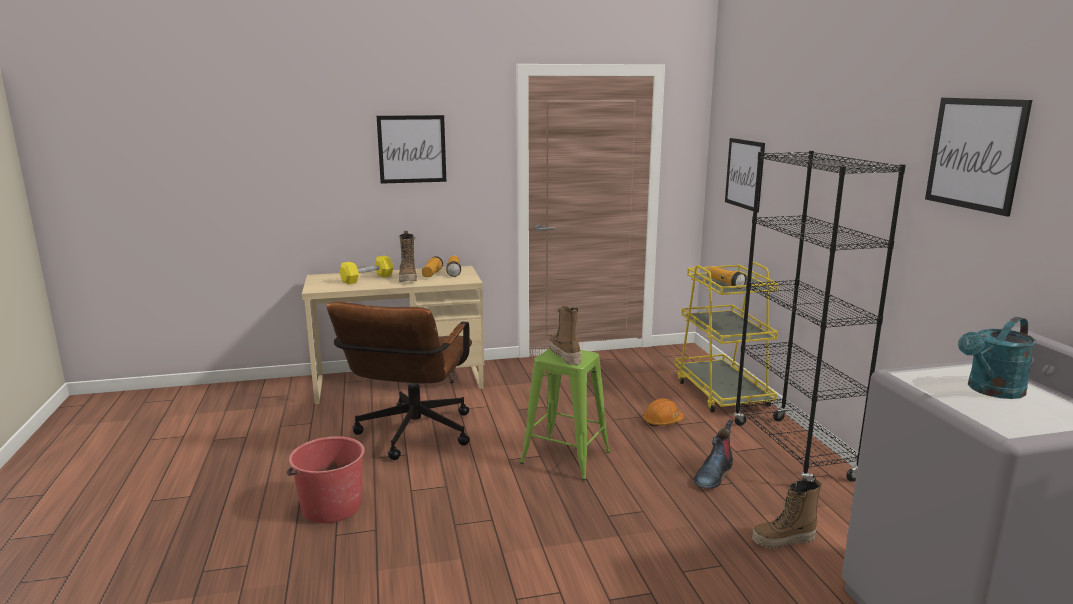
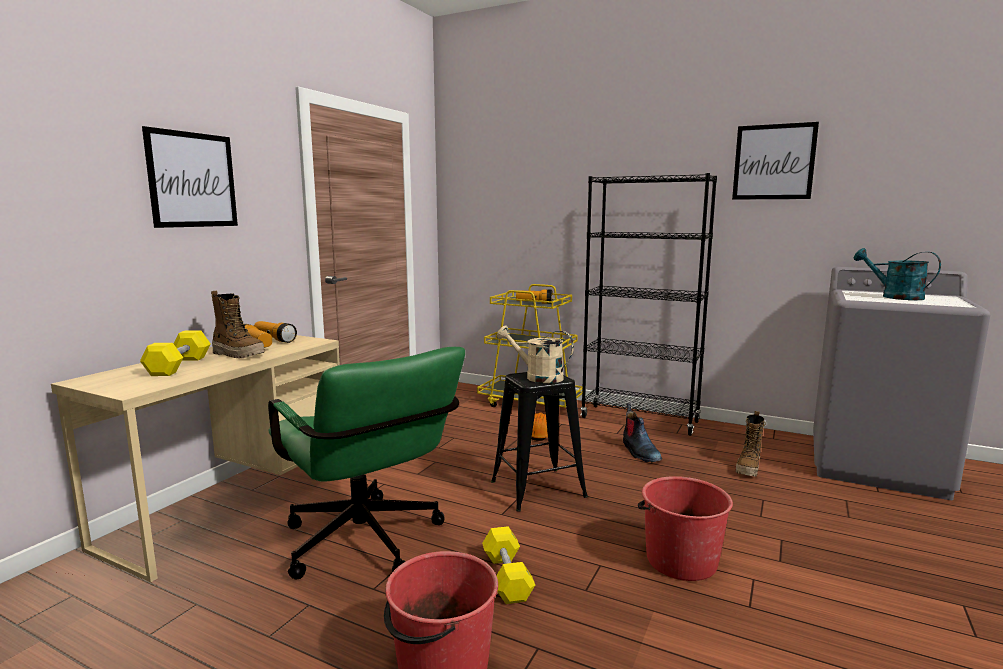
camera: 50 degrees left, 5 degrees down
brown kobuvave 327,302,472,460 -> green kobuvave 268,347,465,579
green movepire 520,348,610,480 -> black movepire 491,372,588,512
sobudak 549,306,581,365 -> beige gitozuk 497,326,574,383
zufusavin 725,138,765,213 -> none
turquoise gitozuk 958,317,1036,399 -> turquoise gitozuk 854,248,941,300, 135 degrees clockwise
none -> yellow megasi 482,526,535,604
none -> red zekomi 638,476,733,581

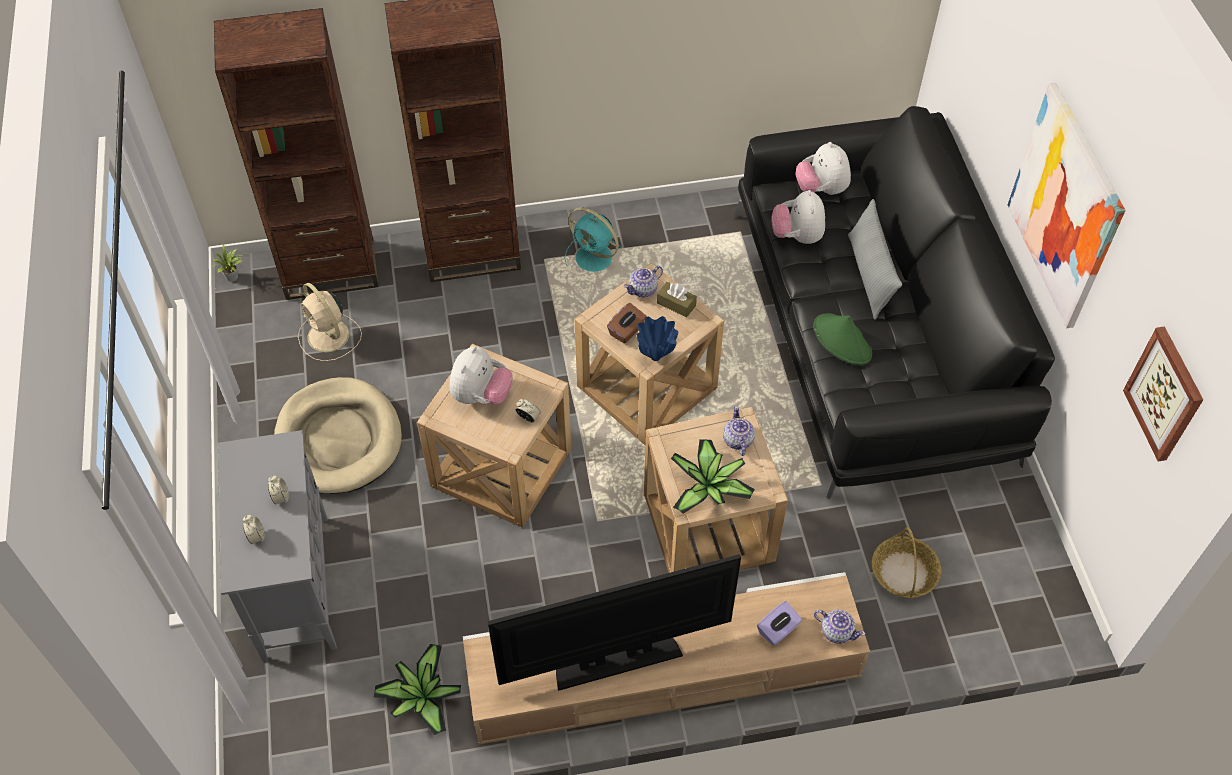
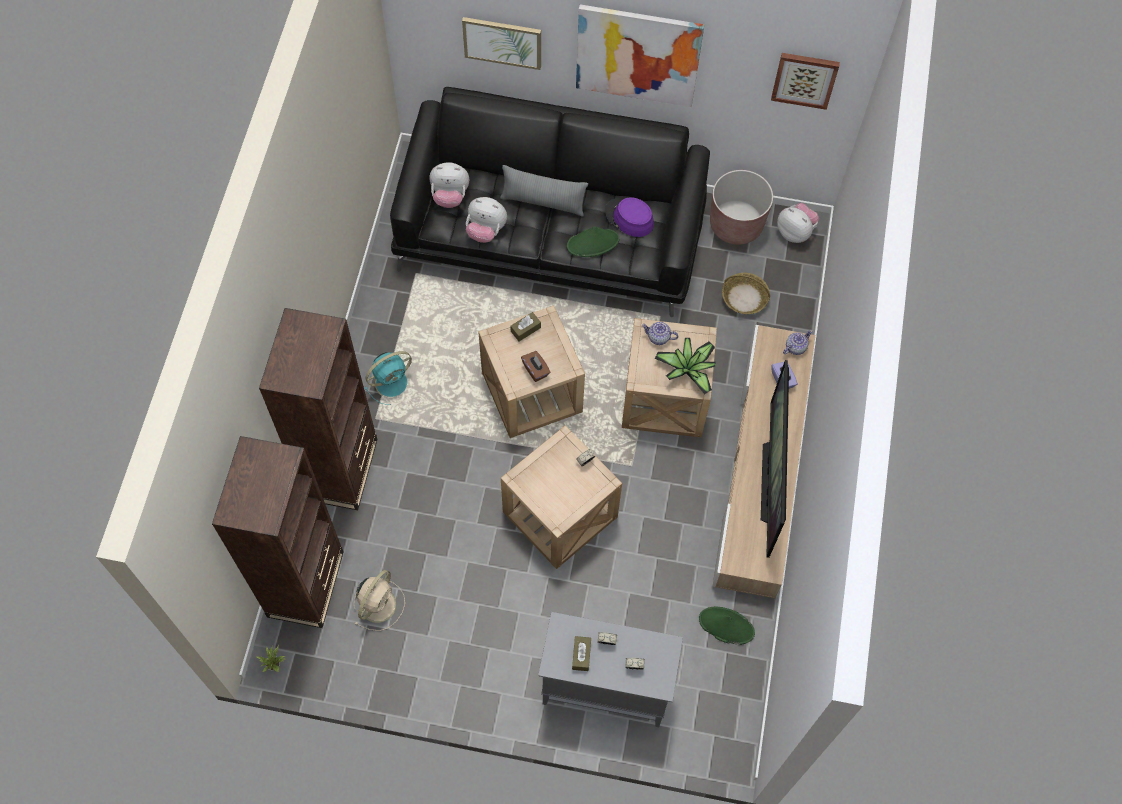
camera: 70 degrees left, 10 degrees up
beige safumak 274,377,402,494 -> none
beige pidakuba 298,283,362,361 -> beige pidakuba 354,570,405,631, 45 degrees counterclockwise
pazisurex 373,644,461,735 -> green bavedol 699,607,755,645
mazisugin 449,346,513,405 -> mazisugin 777,203,819,243, move
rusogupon 624,266,663,297 -> none
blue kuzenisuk 637,316,678,361 -> none
none -> zufusavin 462,17,541,70
none -> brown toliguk 572,636,591,671
none -> purple bavedol 605,197,654,237
none -> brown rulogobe 710,170,773,245

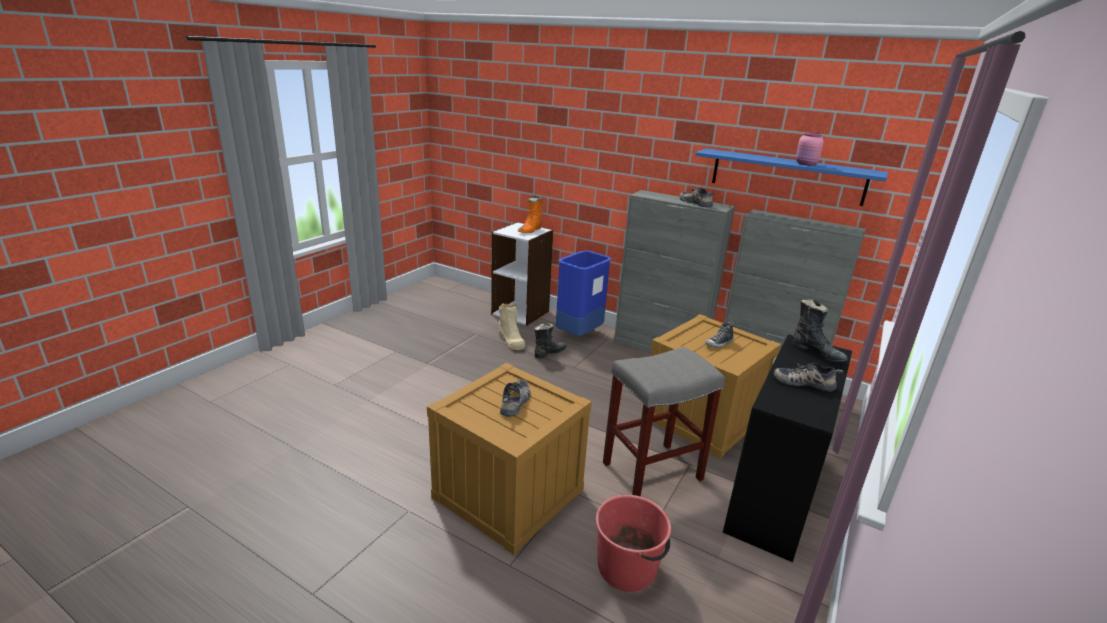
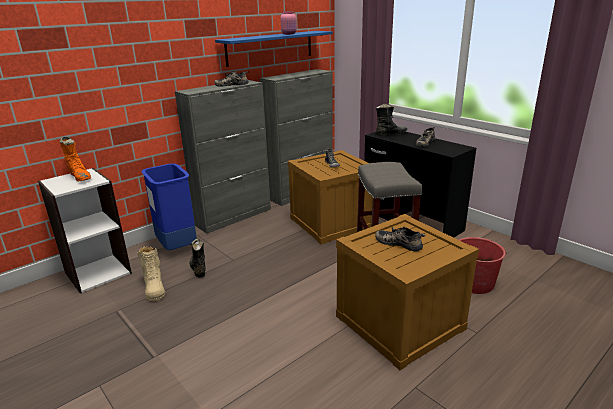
camera: 70 degrees left, 0 degrees up
beige sobudak 499,304,525,350 -> beige sobudak 137,246,165,301, 75 degrees clockwise

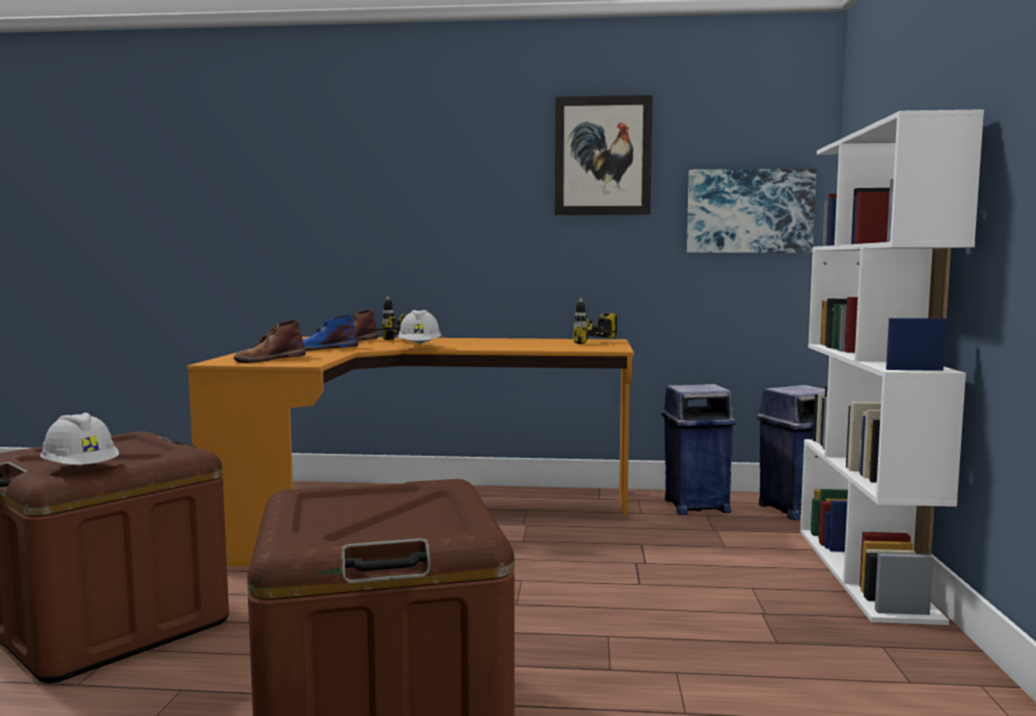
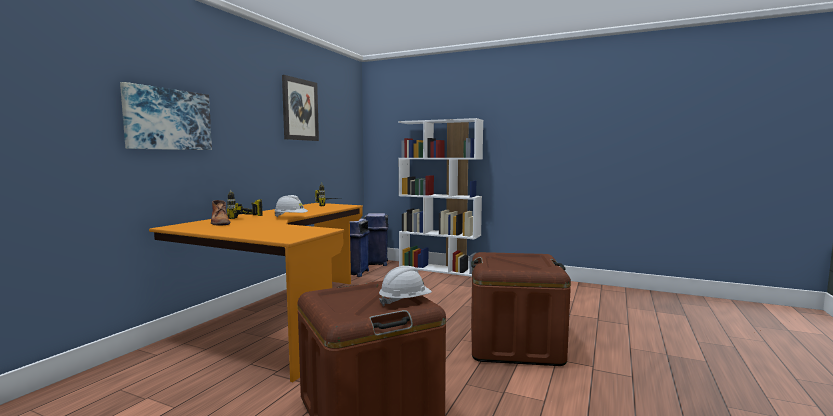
camera: 70 degrees left, 0 degrees up
brown sobudak 233,320,306,363 -> none
blue sobudak 303,314,358,351 -> none
zufusavin 687,168,816,253 -> zufusavin 120,82,212,150, move

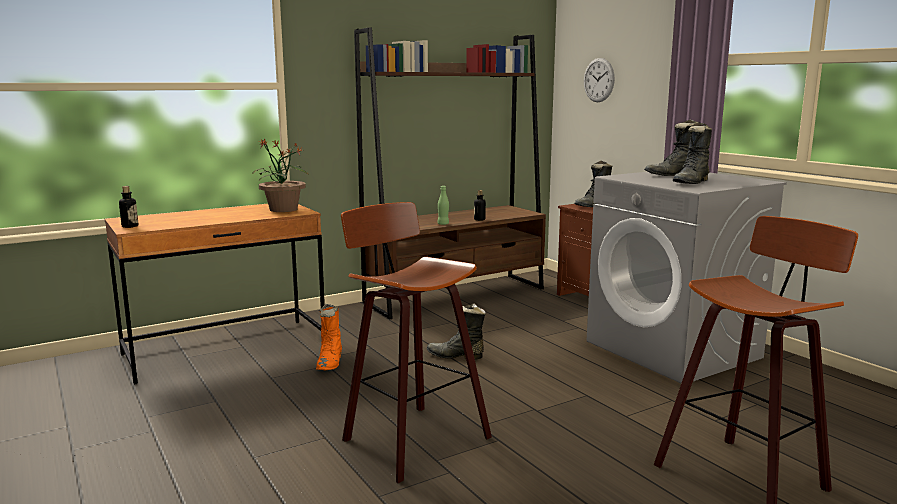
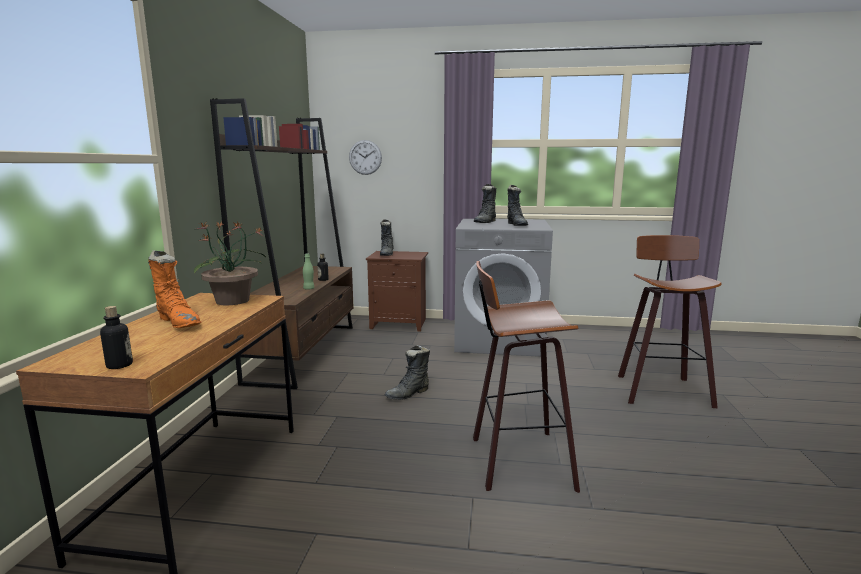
camera: 50 degrees left, 0 degrees up
orange sobudak 316,304,342,370 -> orange sobudak 148,250,201,328, move

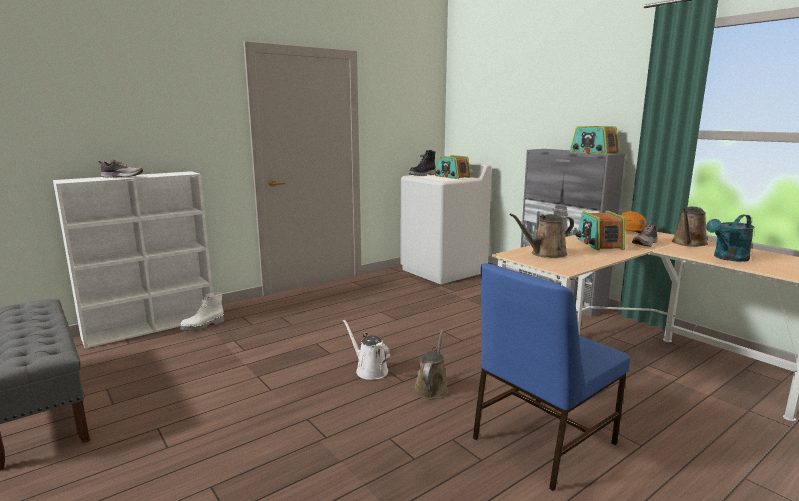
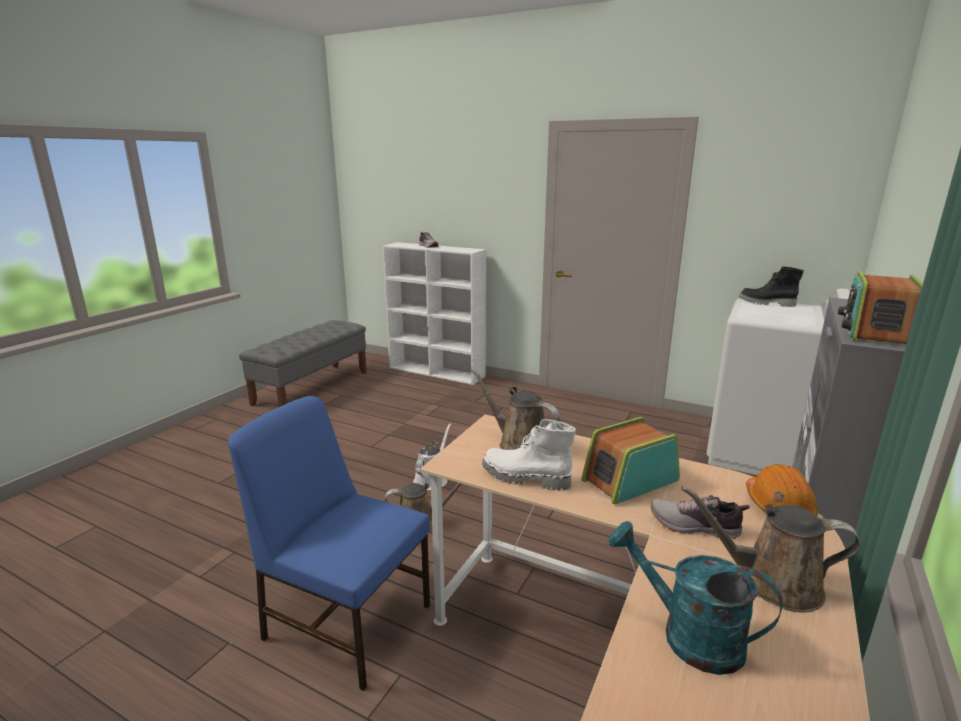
camera: 65 degrees right, 5 degrees up
white sobudak 180,292,225,331 -> white sobudak 482,419,576,491, move
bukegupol 435,155,471,179 -> none

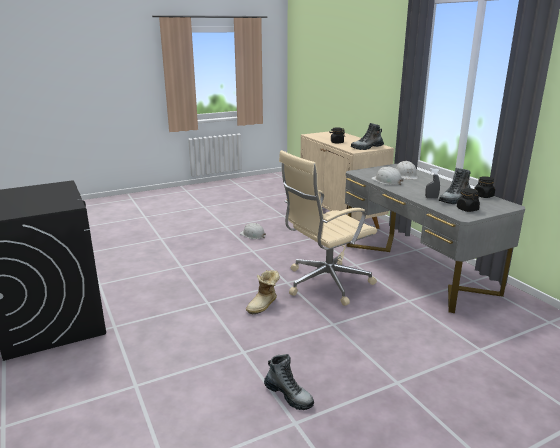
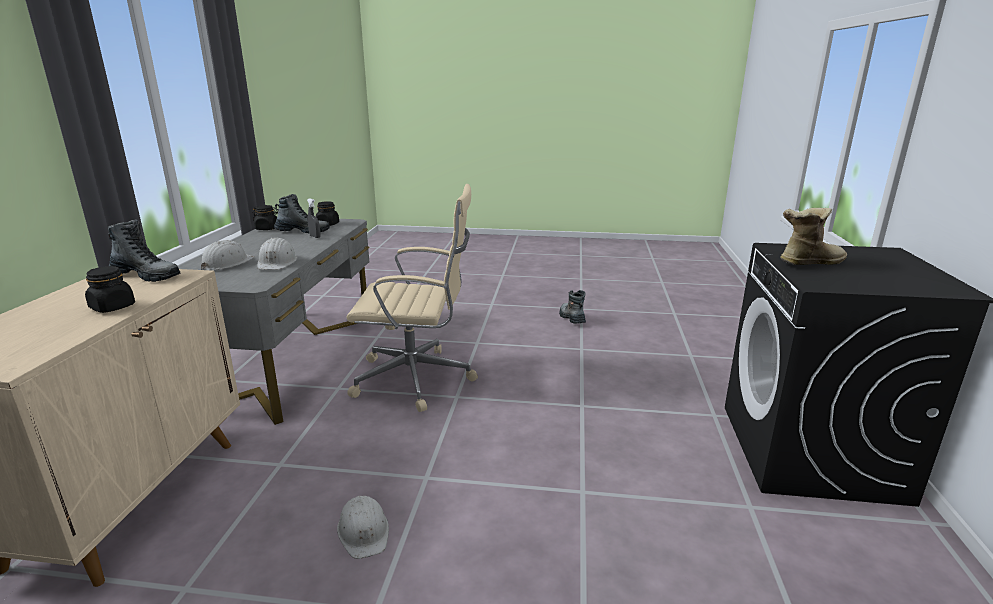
camera: 145 degrees left, 0 degrees up
sobudak 246,270,280,314 -> sobudak 780,208,847,265, move

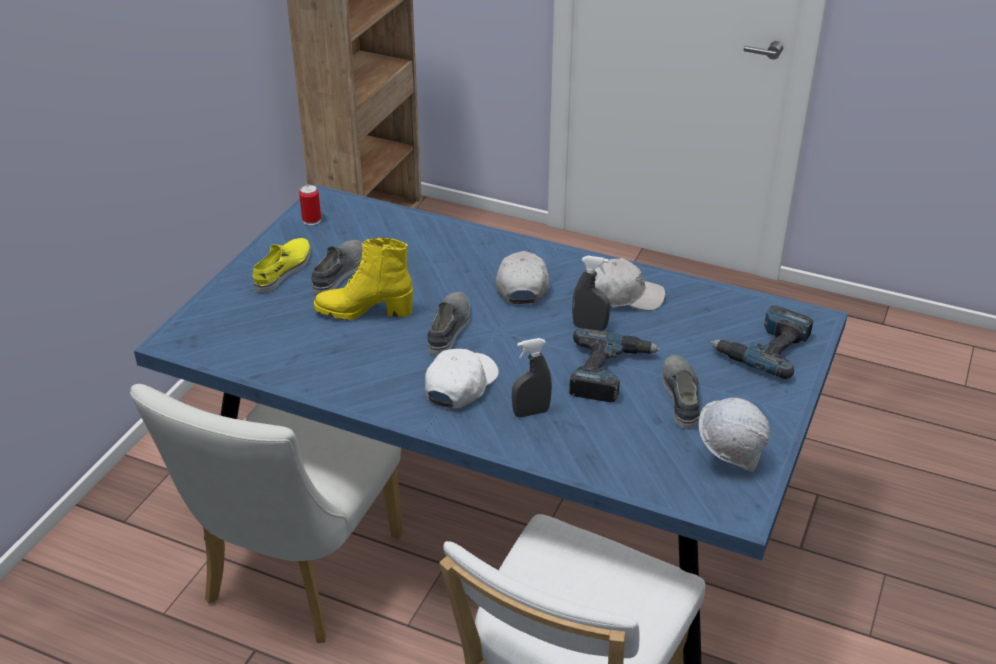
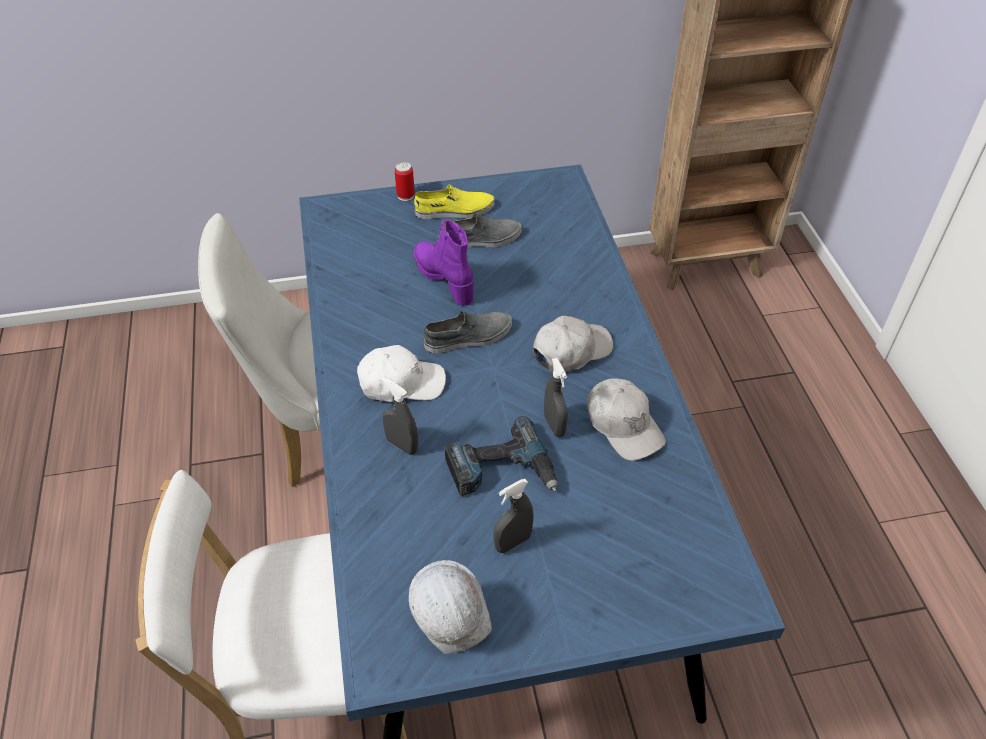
camera: 55 degrees right, 10 degrees up
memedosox 299,185,321,225 -> memedosox 394,162,415,201, move
yellow sobudak 314,238,413,320 -> purple sobudak 414,219,474,306
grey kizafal 662,355,700,429 -> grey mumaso 493,479,534,553
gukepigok 711,305,813,379 -> none

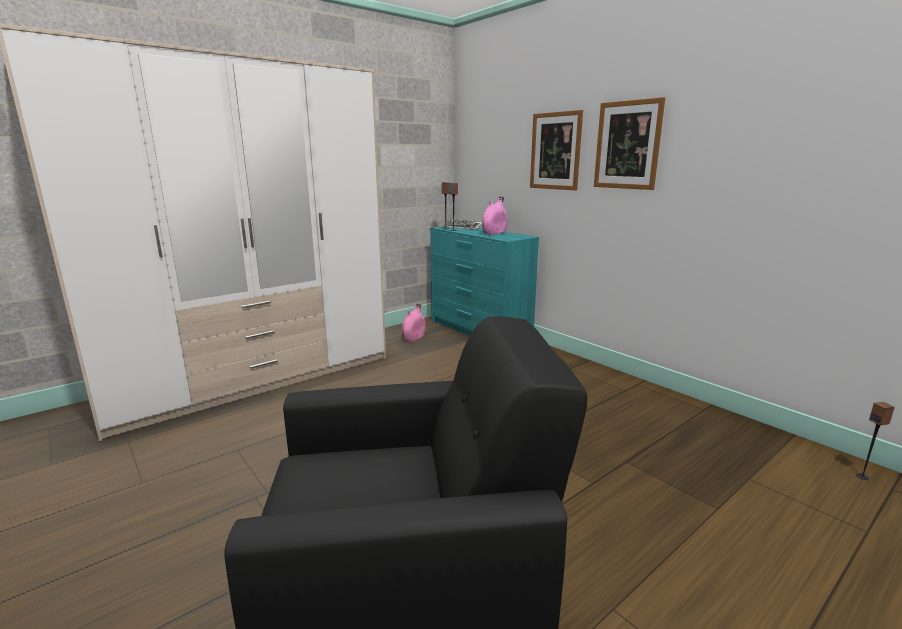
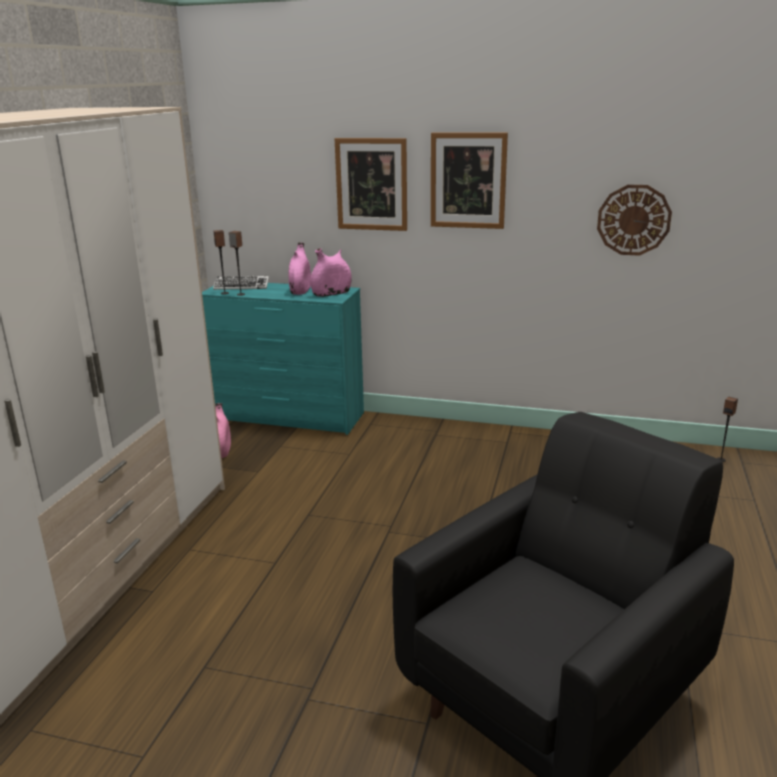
camera: 35 degrees left, 5 degrees up
none -> pink kuzenisuk 310,248,352,297
none -> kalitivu 597,185,672,256

